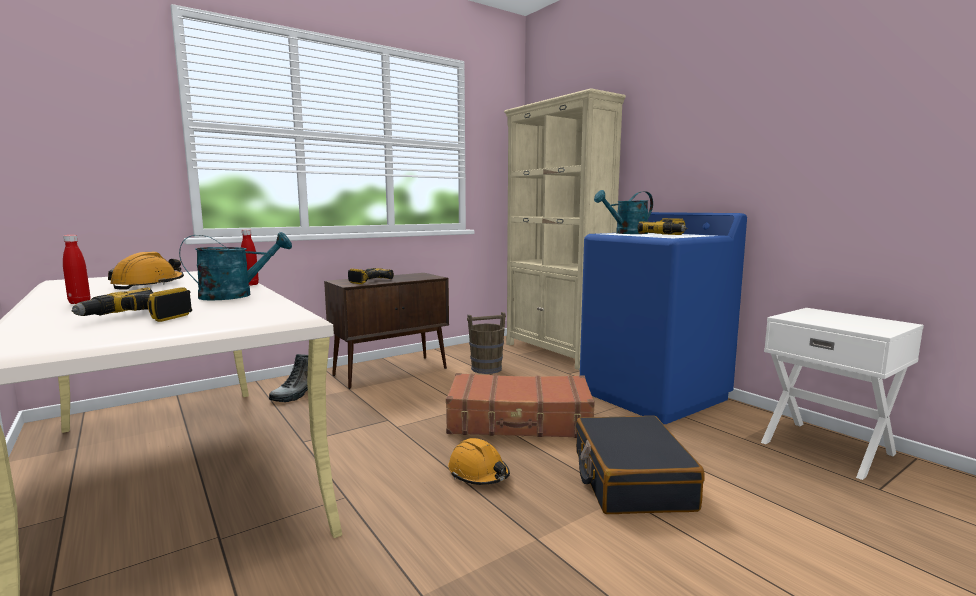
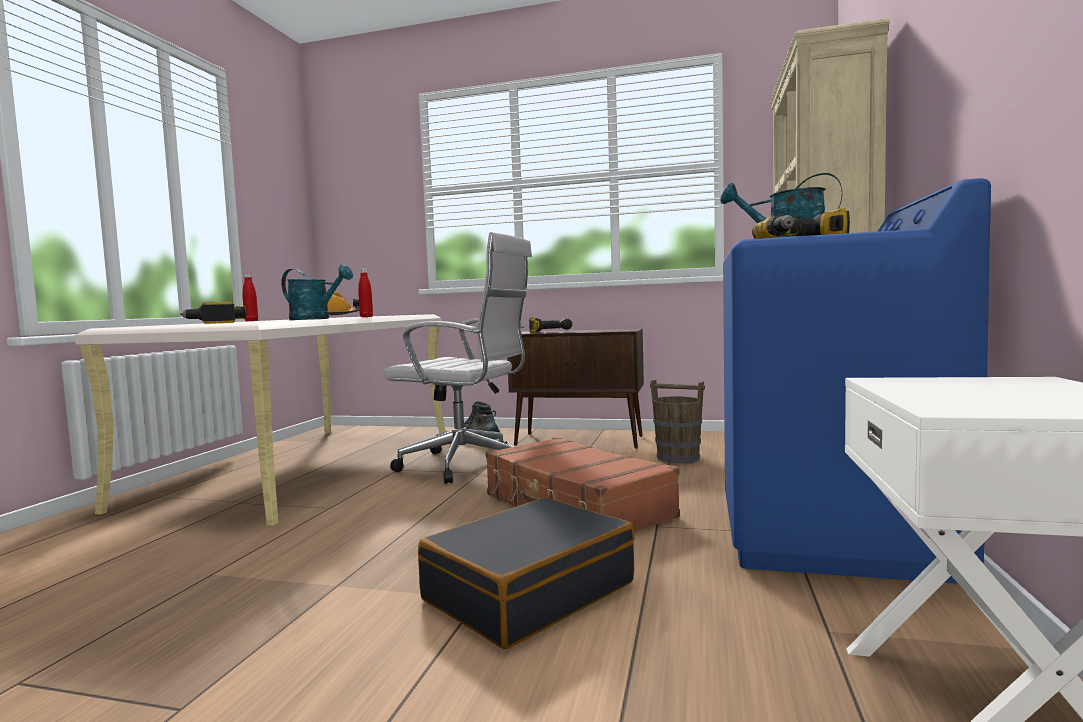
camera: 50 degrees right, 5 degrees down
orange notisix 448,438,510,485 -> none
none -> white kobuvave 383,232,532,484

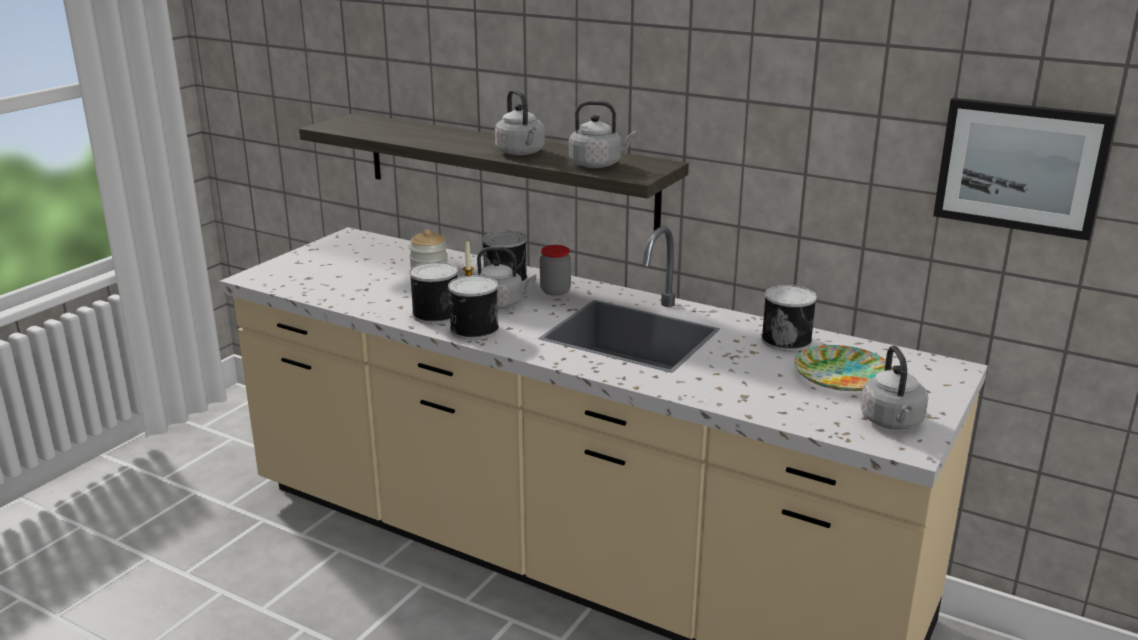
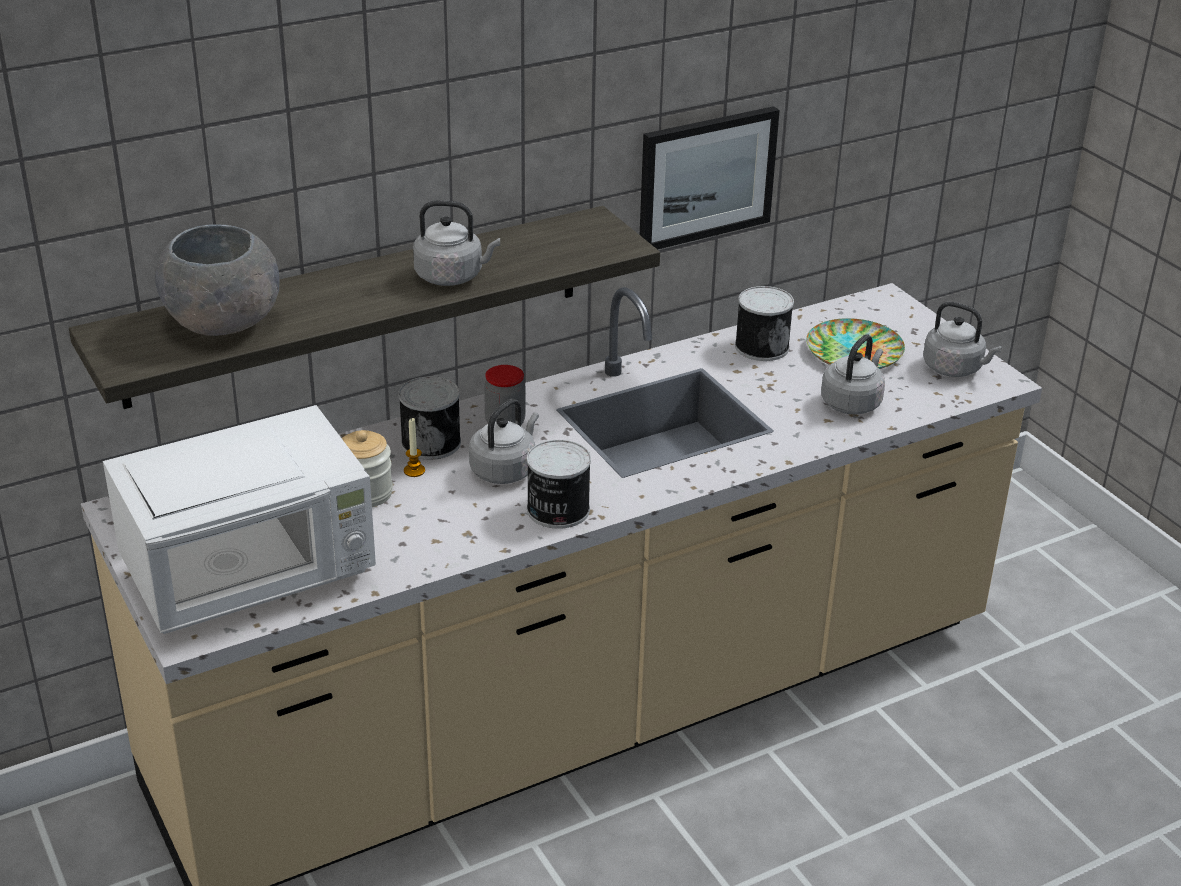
camera: 60 degrees left, 10 degrees up
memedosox 409,262,458,324 -> none
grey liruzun 569,101,637,168 -> grey liruzun 821,334,885,415, move
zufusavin 933,98,1117,241 -> zufusavin 640,106,780,249, move
none -> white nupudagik 103,405,376,634
none -> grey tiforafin 155,224,280,336

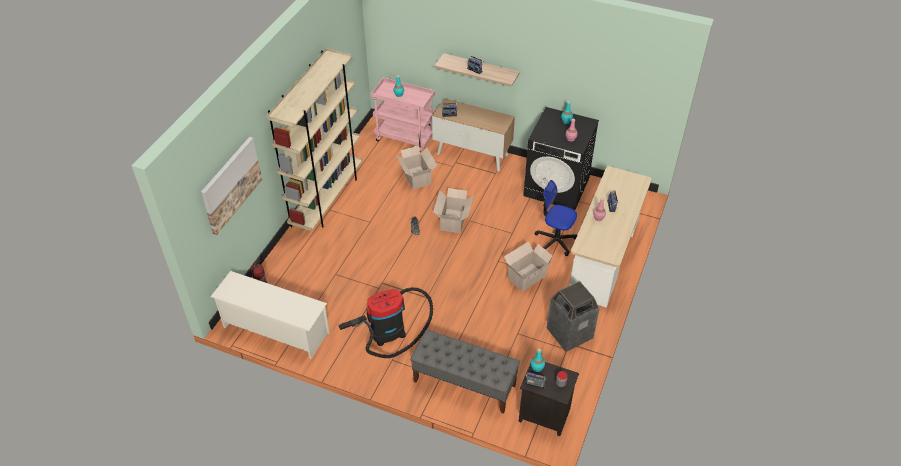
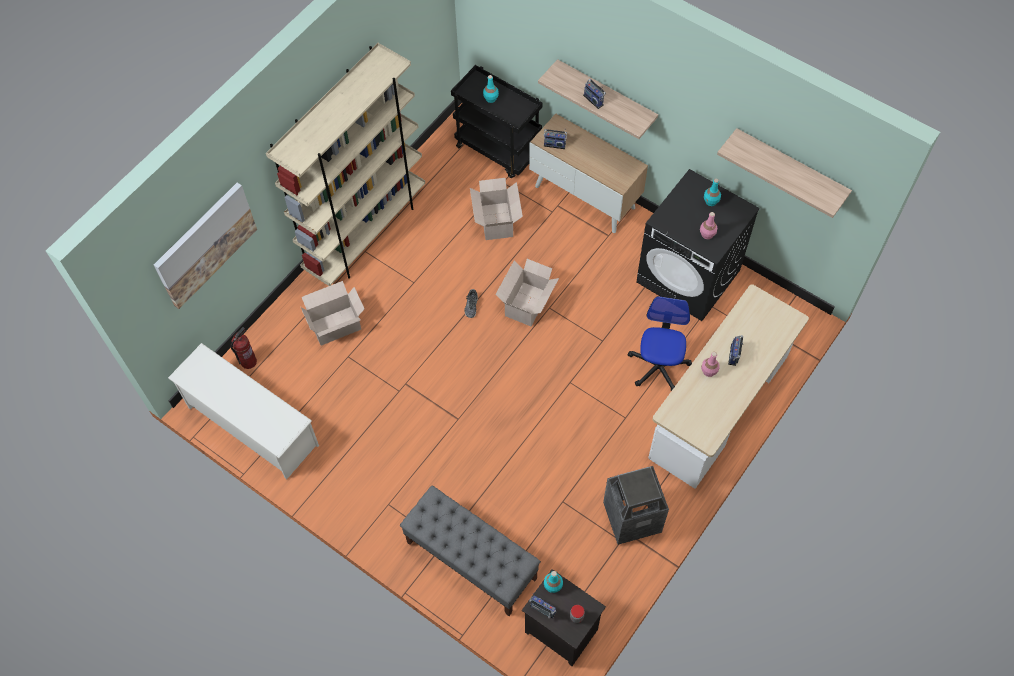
camera: 15 degrees right, 15 degrees up
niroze 339,287,433,358 -> none
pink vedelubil 371,78,435,151 -> black vedelubil 451,65,542,178
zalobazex 504,241,553,292 -> zalobazex 301,281,365,346, move
kobuvave 534,180,578,256 -> kobuvave 628,296,692,391, 60 degrees clockwise
none -> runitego 717,128,852,218

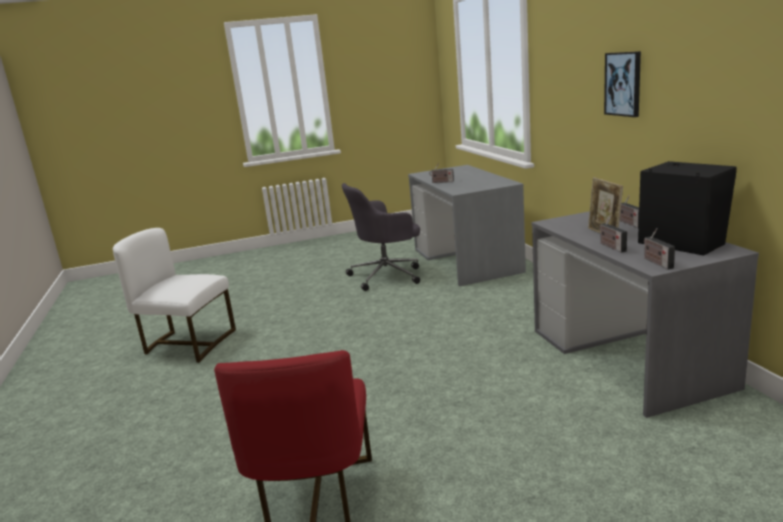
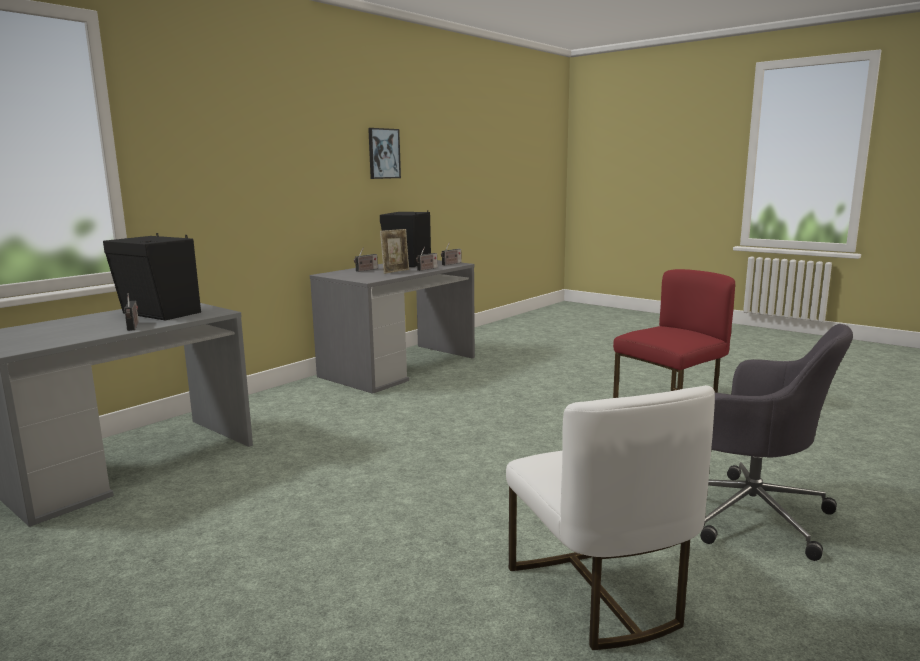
camera: 125 degrees left, 5 degrees down
grey kobuvave 342,183,420,291 -> grey kobuvave 700,324,853,561, move
zufusavin 604,51,641,117 -> zufusavin 368,128,401,179, move
none -> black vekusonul 103,233,201,320

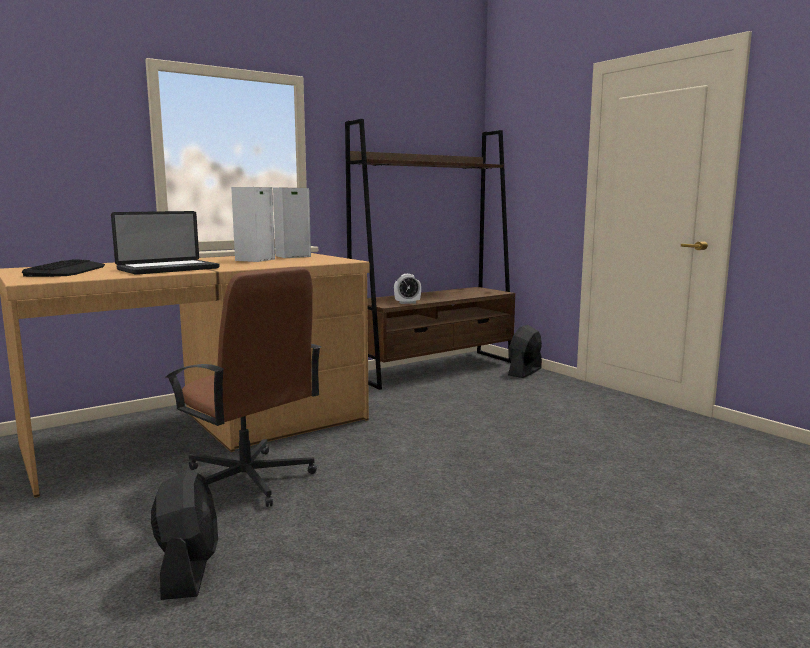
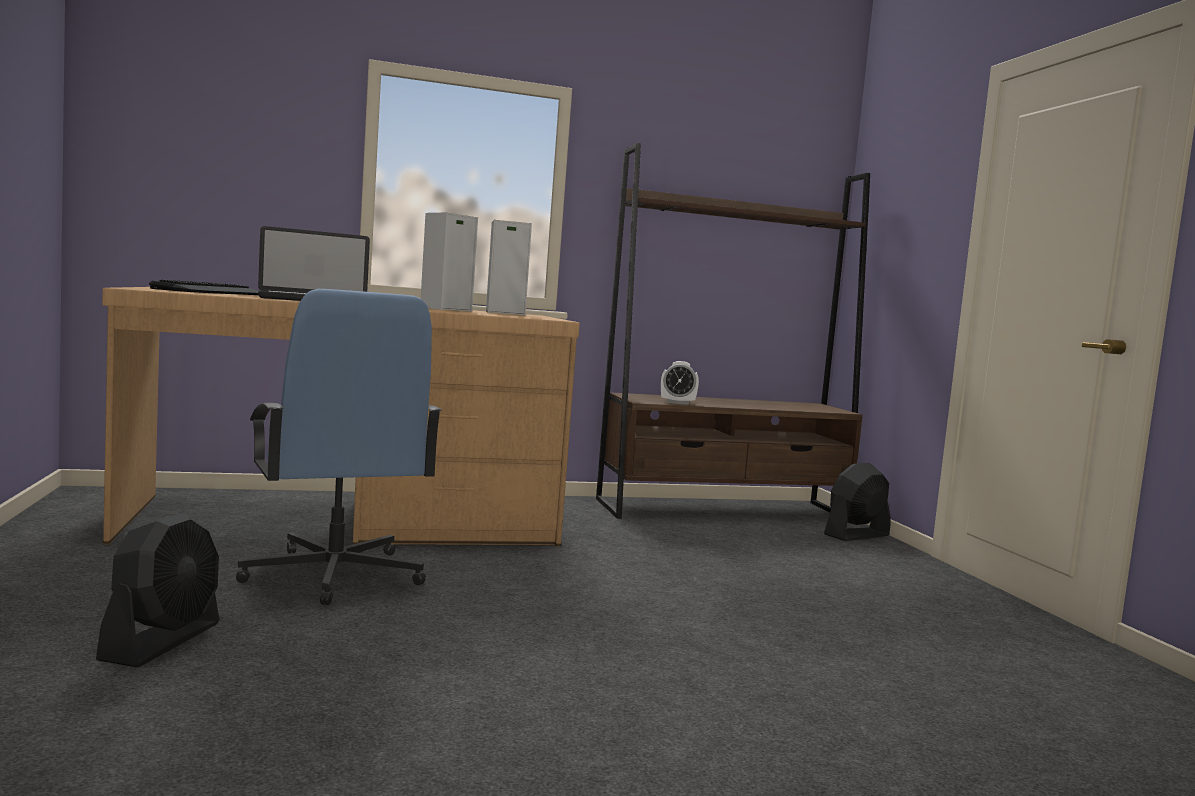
camera: 20 degrees right, 5 degrees down
brown kobuvave 165,267,321,507 -> blue kobuvave 236,289,442,605

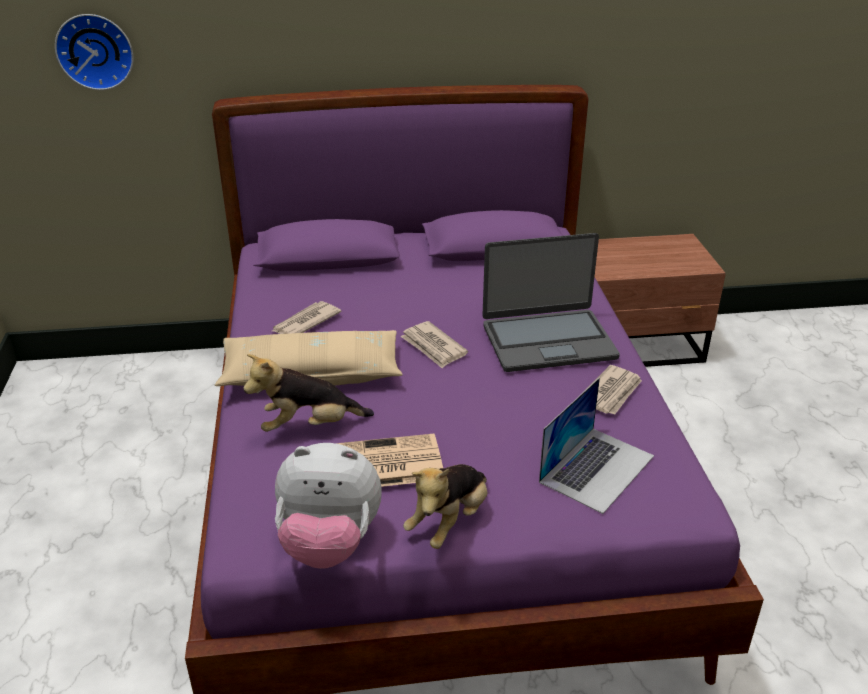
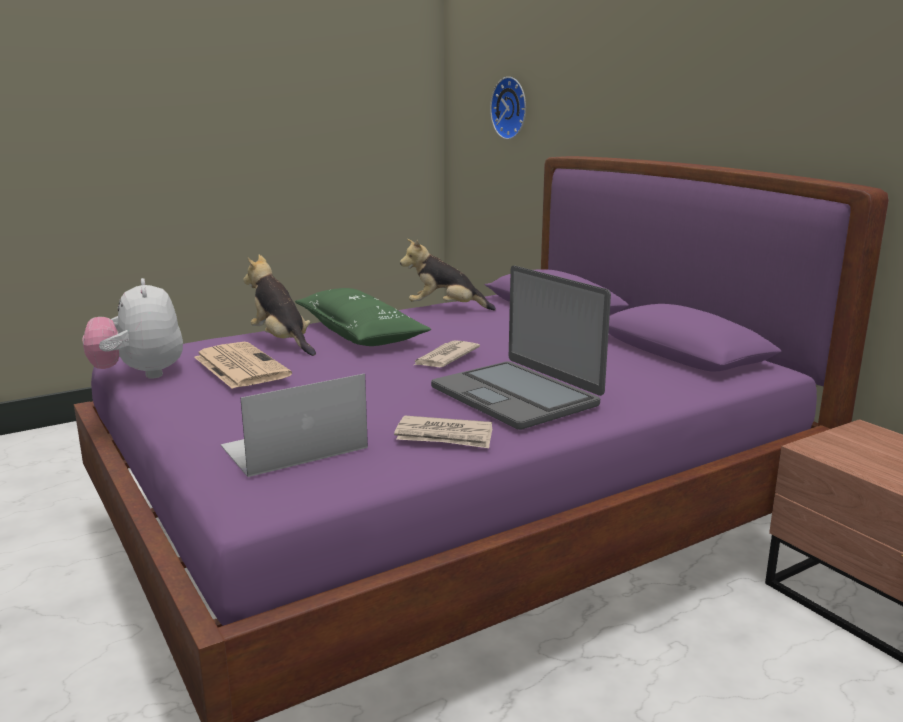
camera: 65 degrees right, 15 degrees down
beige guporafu 215,330,403,386 -> green guporafu 295,288,431,346
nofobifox 272,301,342,334 -> none
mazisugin 403,464,487,549 -> mazisugin 400,239,496,311, move
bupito 539,378,654,514 -> bupito 221,374,368,477, 135 degrees clockwise

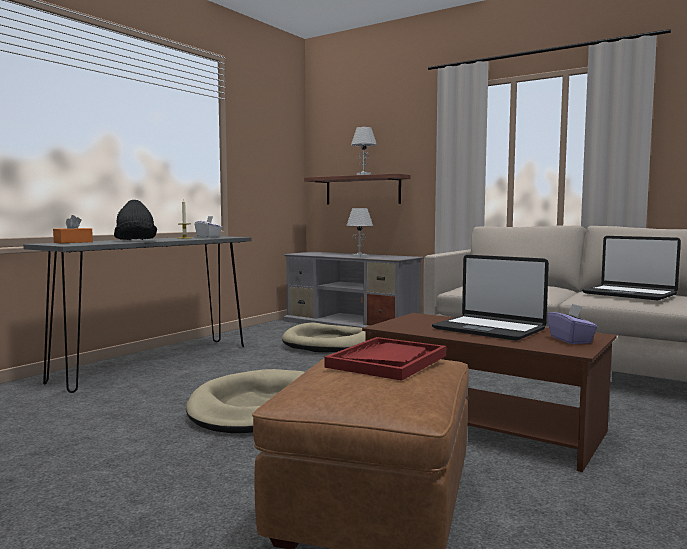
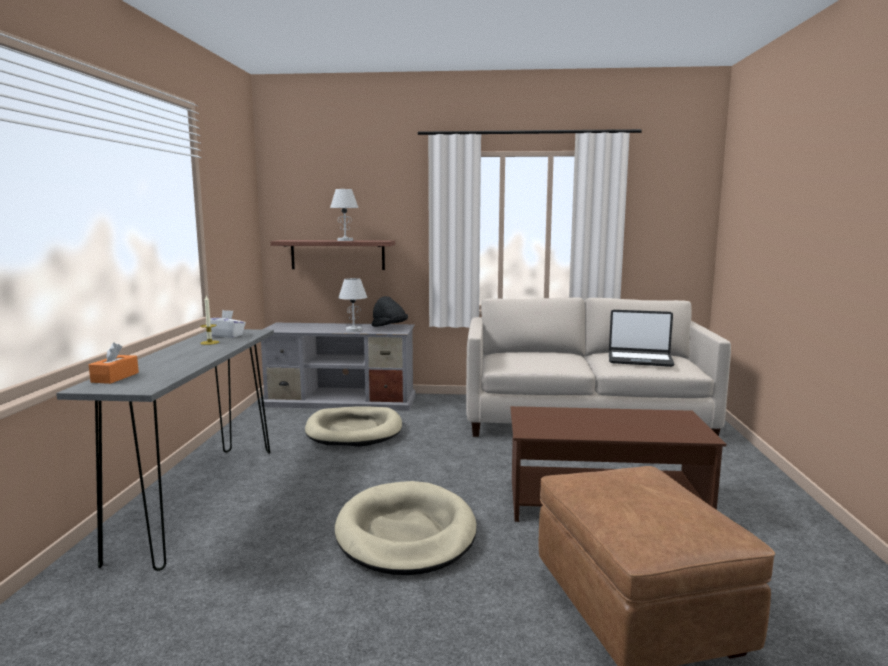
camera: 30 degrees left, 5 degrees up
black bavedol 114,200,157,240 -> black bavedol 372,296,408,327, move
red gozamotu 324,337,446,381 -> none
bupito 432,255,549,341 -> none
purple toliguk 547,303,598,344 -> none

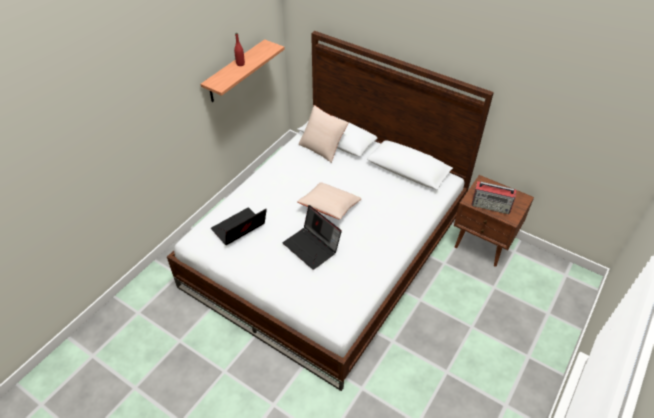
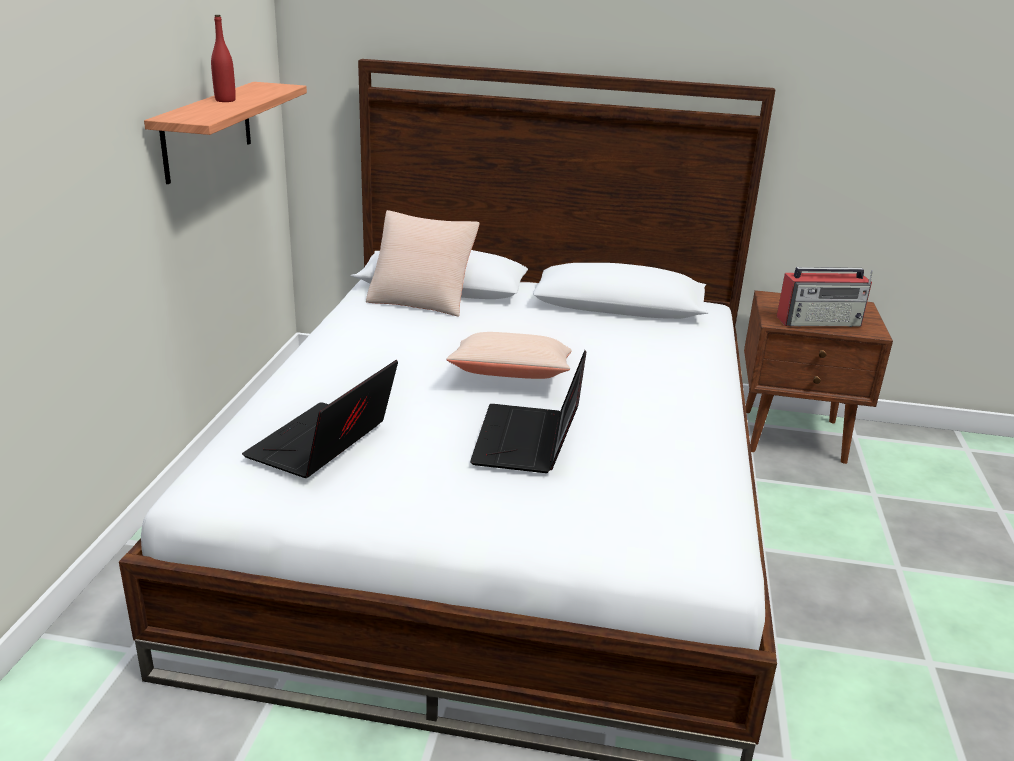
camera: 25 degrees left, 20 degrees down
bupito 283,205,342,270 -> bupito 470,350,587,473, 75 degrees clockwise

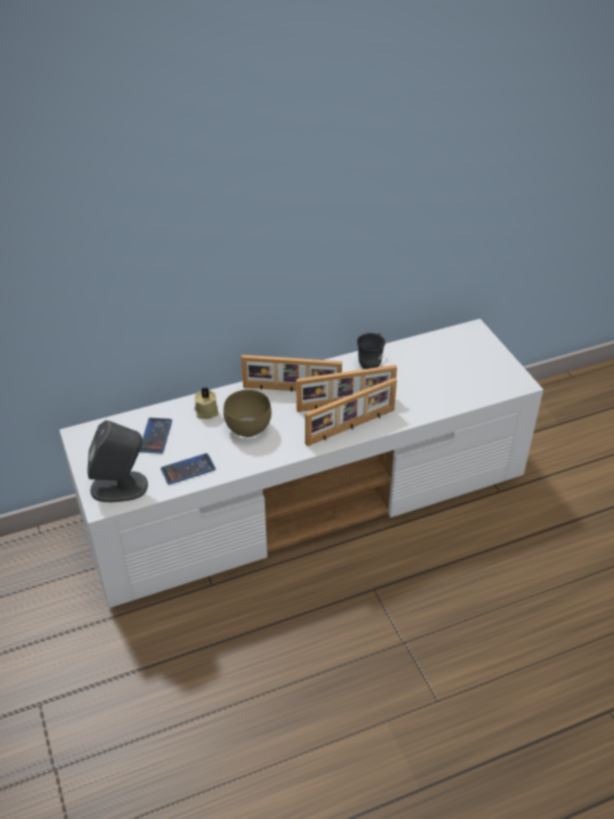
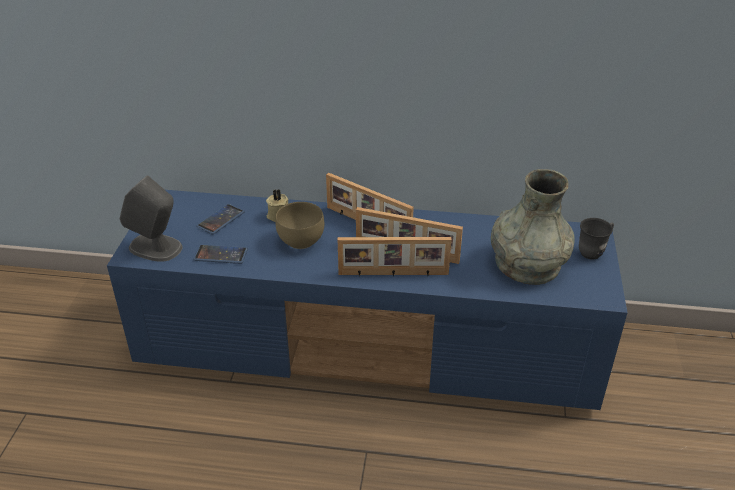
camera: 30 degrees right, 5 degrees down
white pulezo 59,319,543,608 -> blue pulezo 107,190,628,410
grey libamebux 357,333,385,369 -> grey libamebux 579,218,614,260, move
none -> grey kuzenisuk 491,169,575,285

